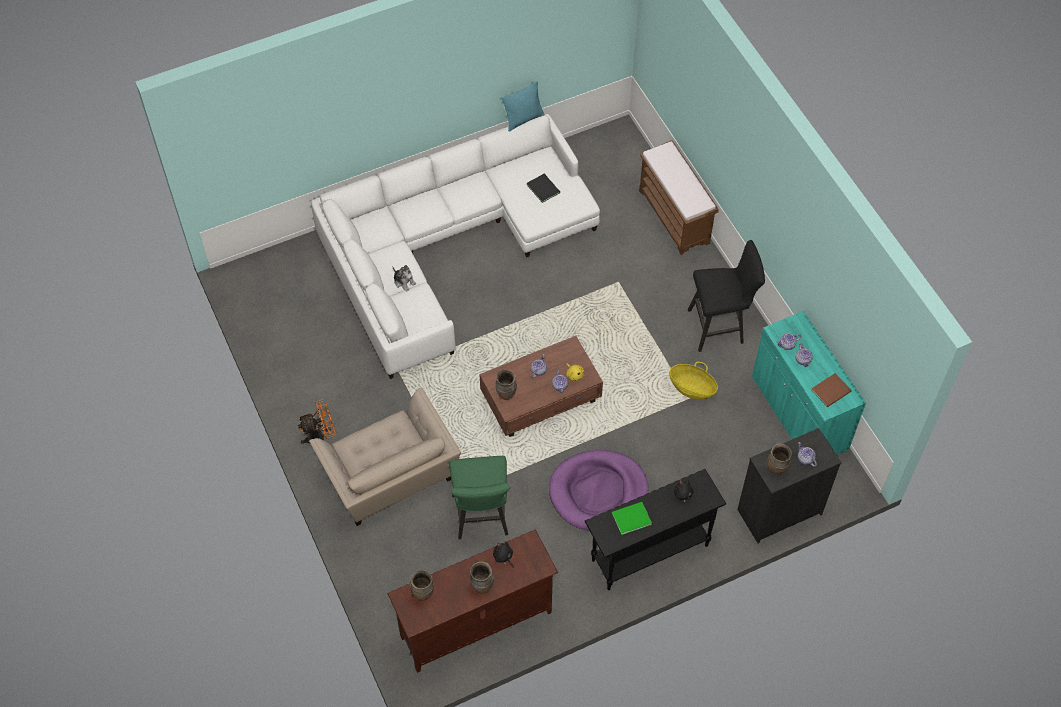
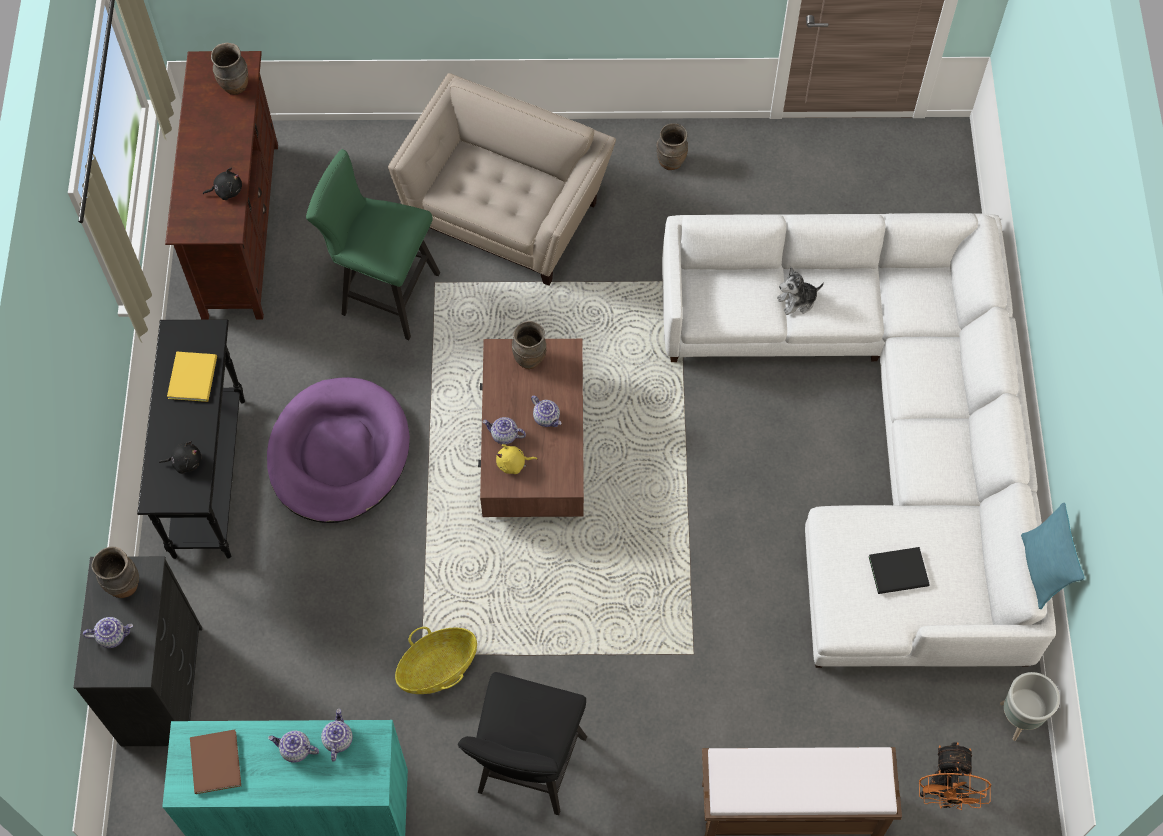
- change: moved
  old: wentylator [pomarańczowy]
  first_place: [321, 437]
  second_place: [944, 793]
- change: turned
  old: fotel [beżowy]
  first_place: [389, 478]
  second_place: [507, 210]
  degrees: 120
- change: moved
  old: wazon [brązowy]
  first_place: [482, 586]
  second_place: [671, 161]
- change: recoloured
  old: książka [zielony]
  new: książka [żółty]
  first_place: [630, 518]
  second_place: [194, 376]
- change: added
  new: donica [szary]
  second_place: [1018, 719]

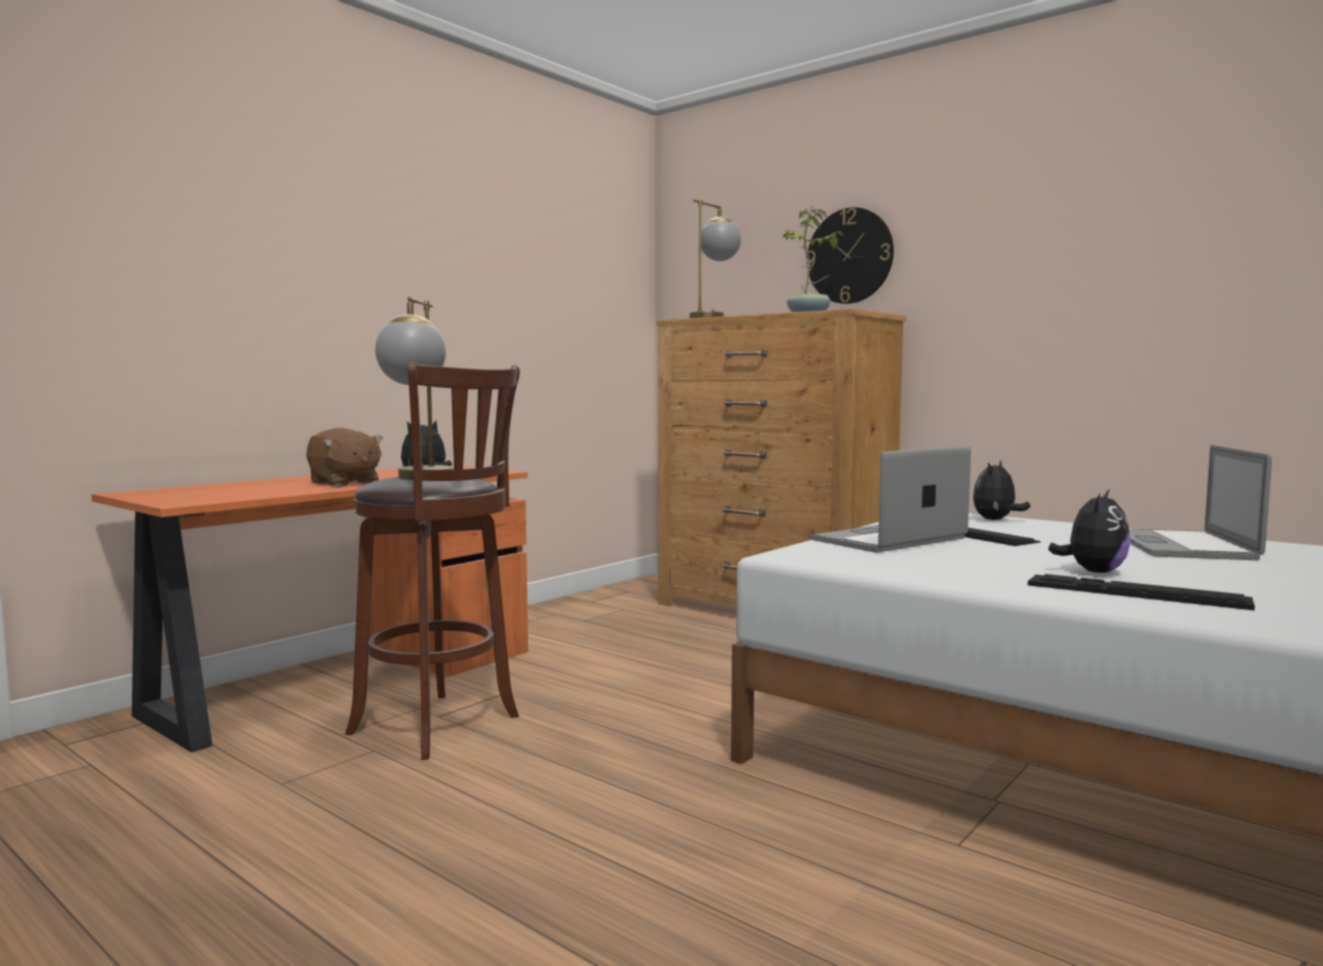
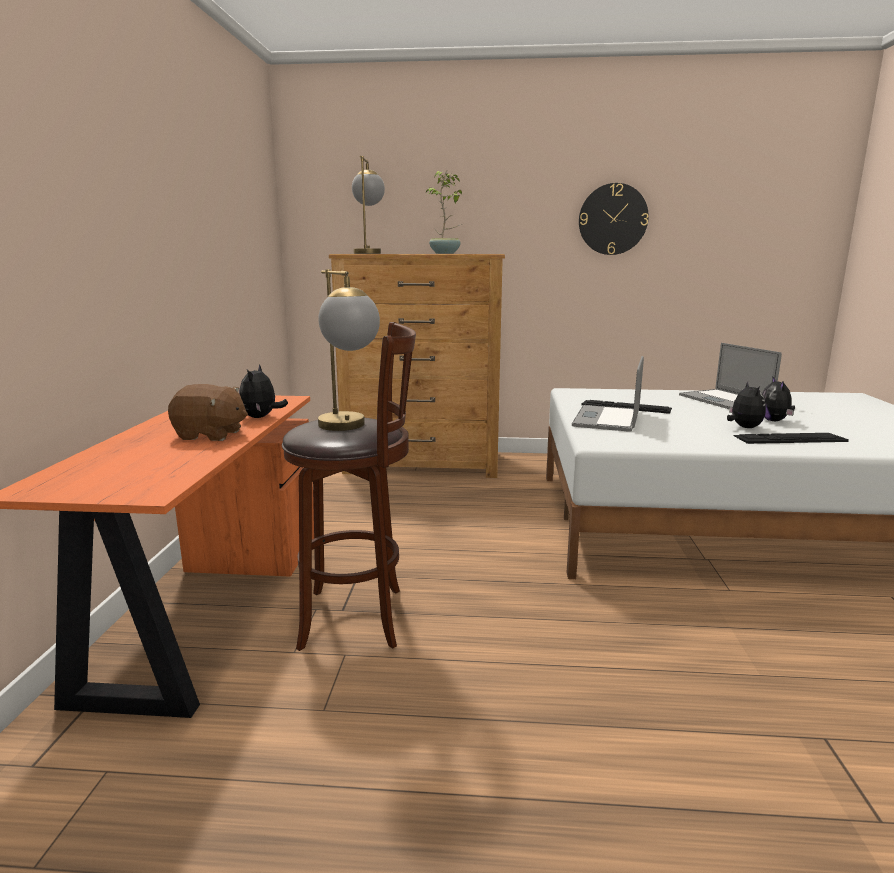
- change: moved
  old: zegar ścienny
  first_place: [850, 256]
  second_place: [613, 219]
- change: moved
  old: pluszak
  first_place: [996, 520]
  second_place: [774, 421]

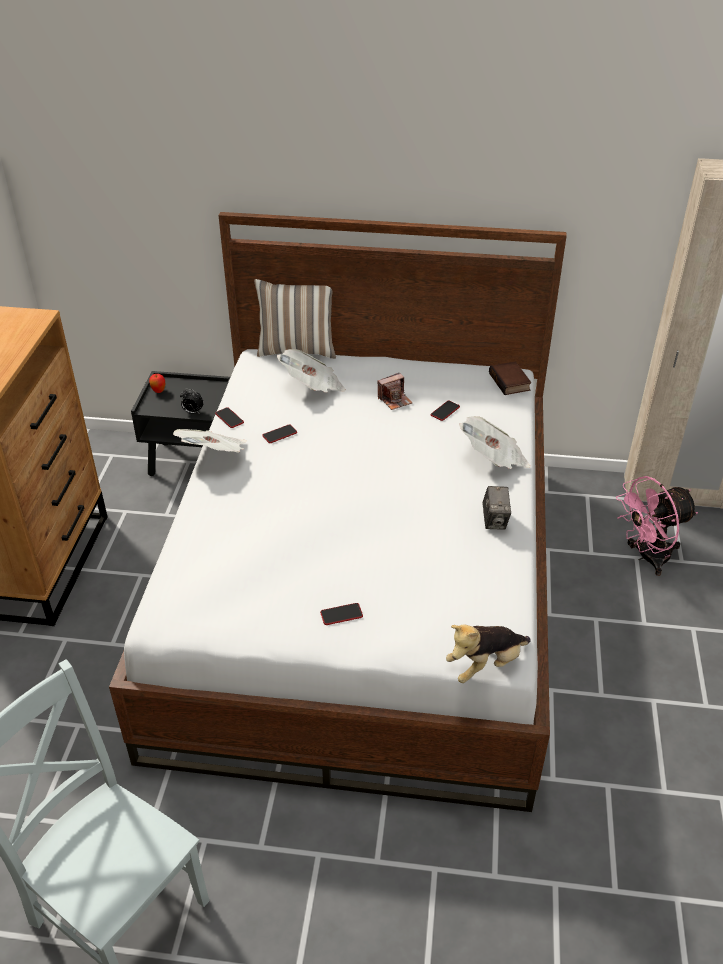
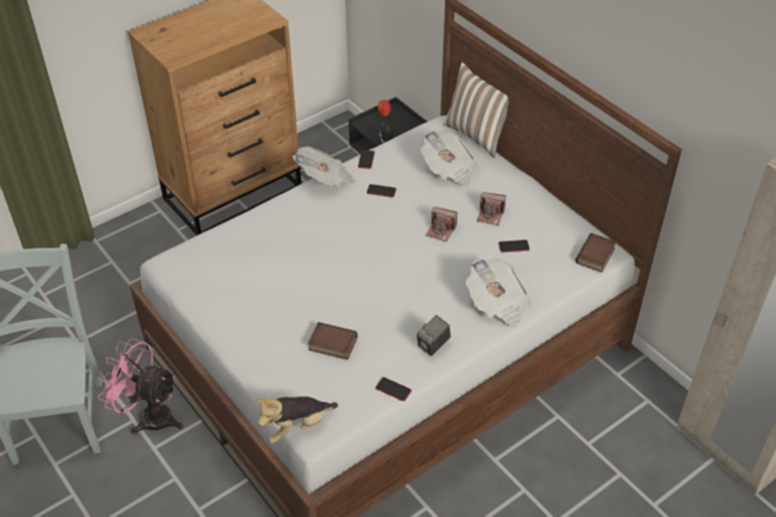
- change: moved
  old: telefon
  first_place: [341, 614]
  second_place: [393, 389]
- change: turned
  old: pluszak
  first_place: [485, 665]
  second_place: [296, 427]
  degrees: -45
- change: moved
  old: wentylator [różowy]
  first_place: [646, 557]
  second_place: [149, 416]
- change: added
  new: książka
  second_place: [331, 344]
- change: added
  new: aparat fotograficzny
  second_place: [441, 231]

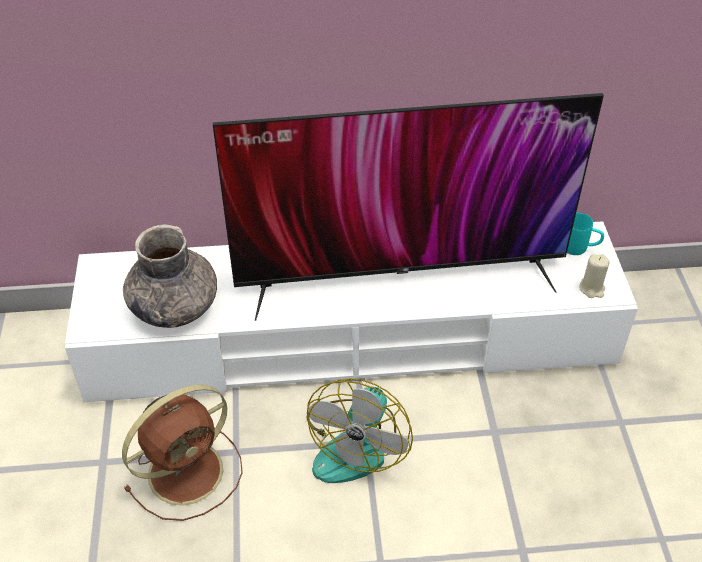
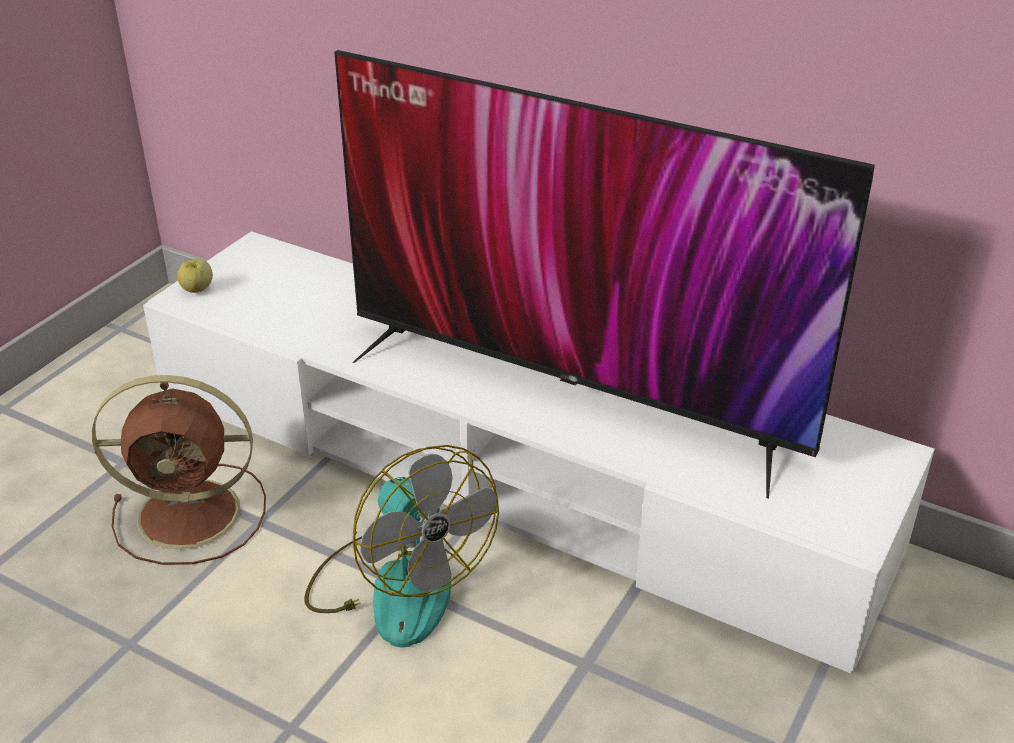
- change: removed
  old: wazon [szary]
  first_place: [174, 306]
- change: turned
  old: wentylator
  first_place: [356, 444]
  second_place: [397, 584]
  degrees: -90
- change: removed
  old: kubek [turkusowy]
  first_place: [580, 248]
- change: removed
  old: świeca [beżowy]
  first_place: [592, 288]
- change: added
  new: jabłko
  second_place: [197, 289]

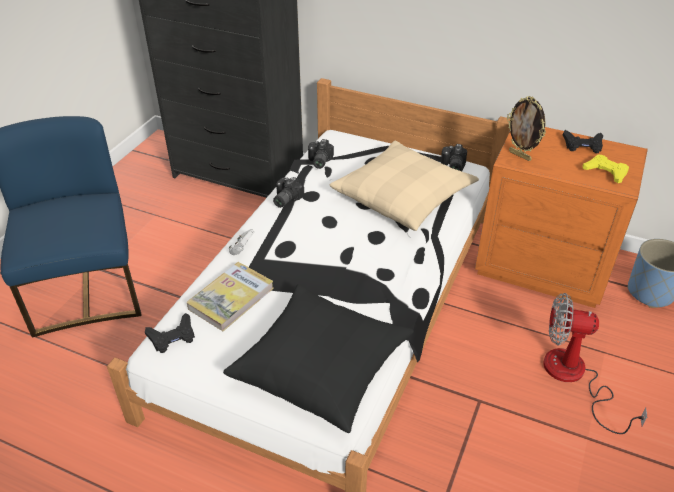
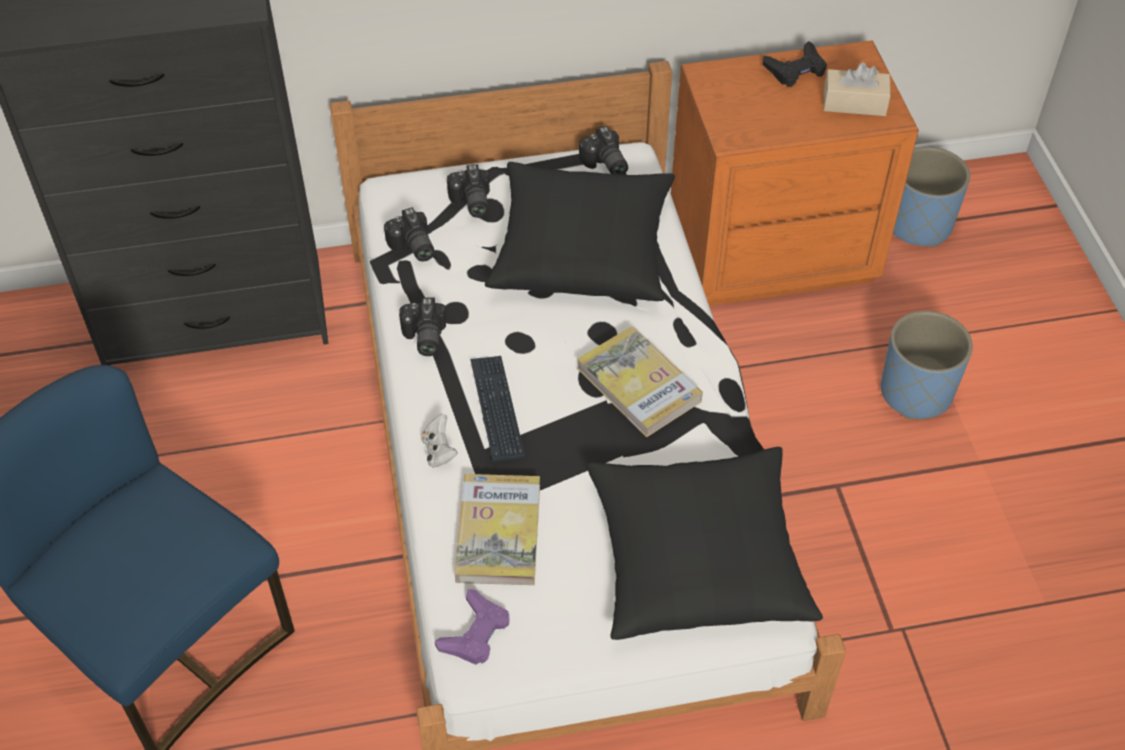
- change: recoloured
  old: pad do gier [czarny]
  new: pad do gier [fioletowy]
  first_place: [172, 337]
  second_place: [475, 633]
- change: recoloured
  old: poduszka [beżowy]
  new: poduszka [czarny]
  first_place: [403, 195]
  second_place: [582, 247]
- change: removed
  old: ramka na zdjęcie
  first_place: [520, 155]
- change: replaced
  old: wentylator
  new: donica [niebieski]
  first_place: [574, 378]
  second_place: [916, 393]
- change: replaced
  old: pad do gier [żółty]
  new: pudełko chusteczek [beżowy]
  first_place: [605, 172]
  second_place: [854, 103]
- change: added
  new: aparat fotograficzny
  second_place: [470, 203]
- change: added
  new: klawiatura
  second_place: [496, 408]
- change: added
  new: książka
  second_place: [638, 385]

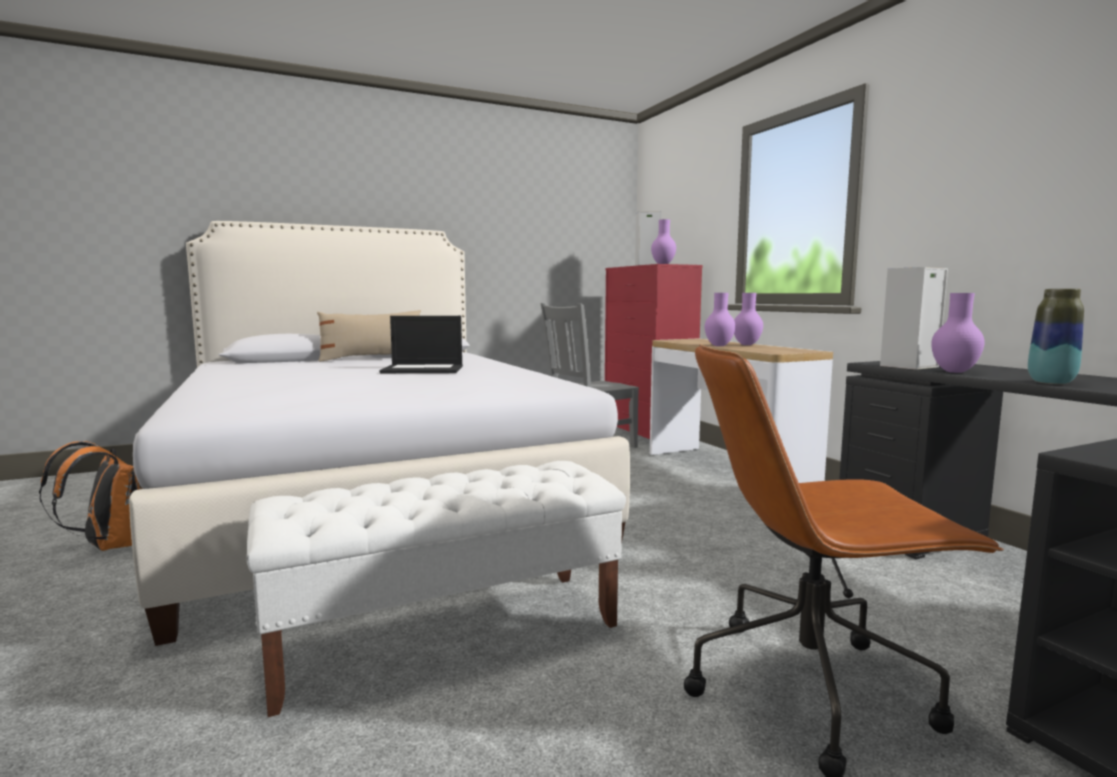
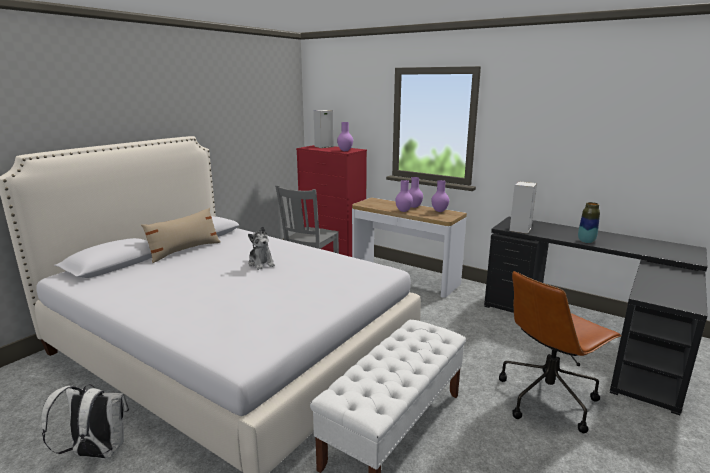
- change: recoloured
  old: plecak [pomarańczowy]
  new: plecak [biały]
  first_place: [108, 546]
  second_place: [96, 453]
- change: replaced
  old: laptop
  new: pluszak
  first_place: [424, 369]
  second_place: [261, 263]
- change: moved
  old: wazon [fioletowy]
  first_place: [955, 372]
  second_place: [439, 211]

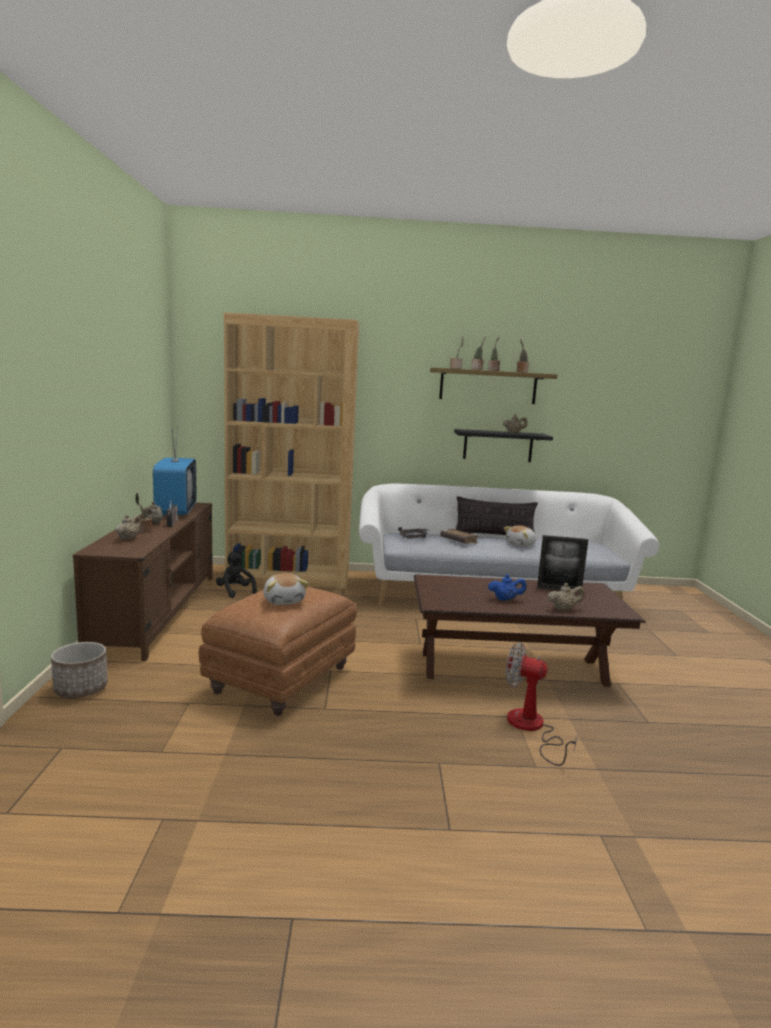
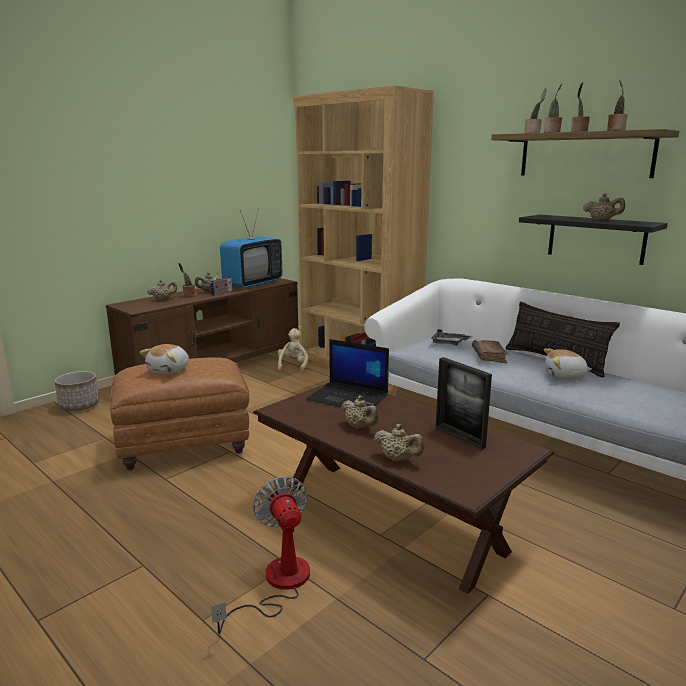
- change: recoloured
  old: pluszak [czarny]
  new: pluszak [beżowy]
  first_place: [235, 591]
  second_place: [293, 366]
- change: recoloured
  old: imbryk [niebieski]
  new: imbryk [beżowy]
  first_place: [505, 599]
  second_place: [360, 427]
- change: added
  new: laptop
  second_place: [349, 397]

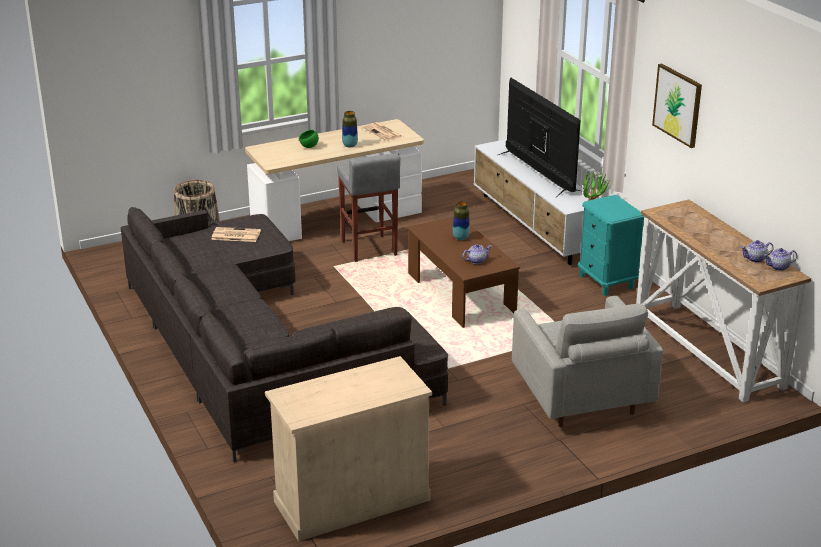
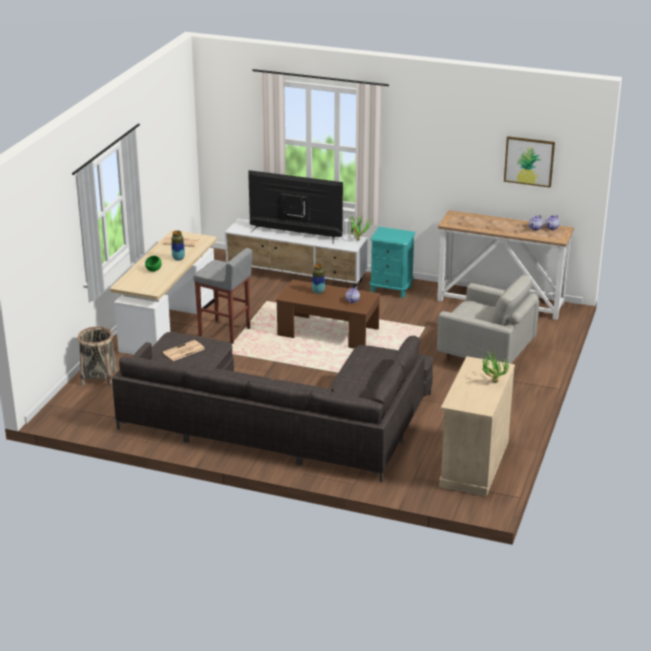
- change: moved
  old: obraz
  first_place: [678, 105]
  second_place: [529, 161]
- change: added
  new: roślina doniczkowa
  second_place: [491, 381]

